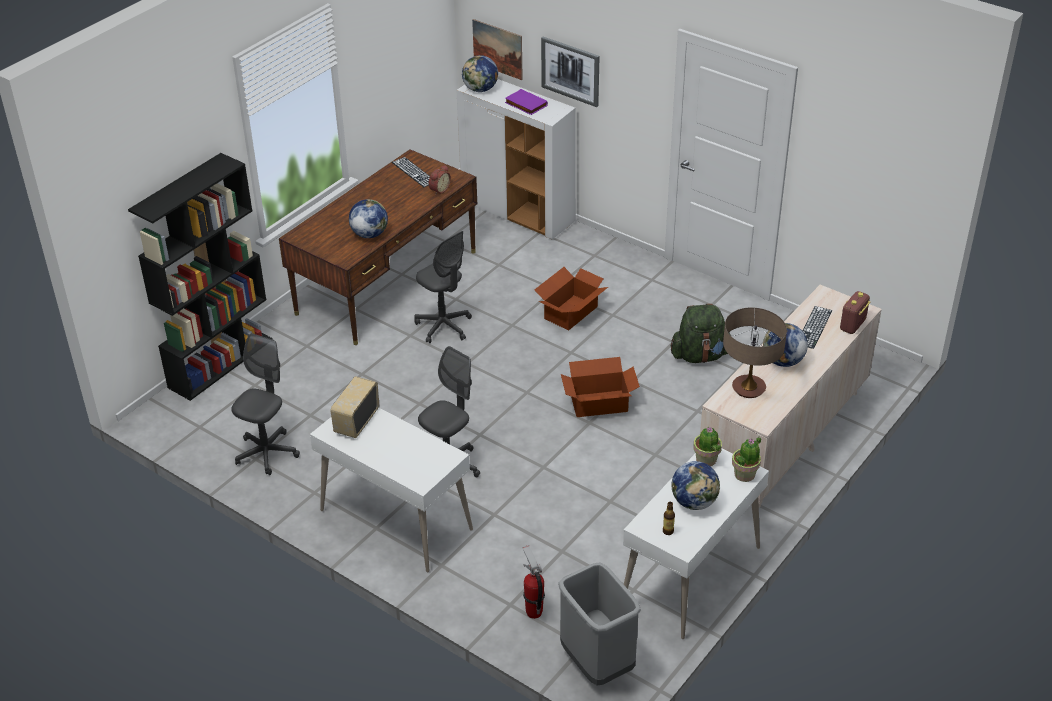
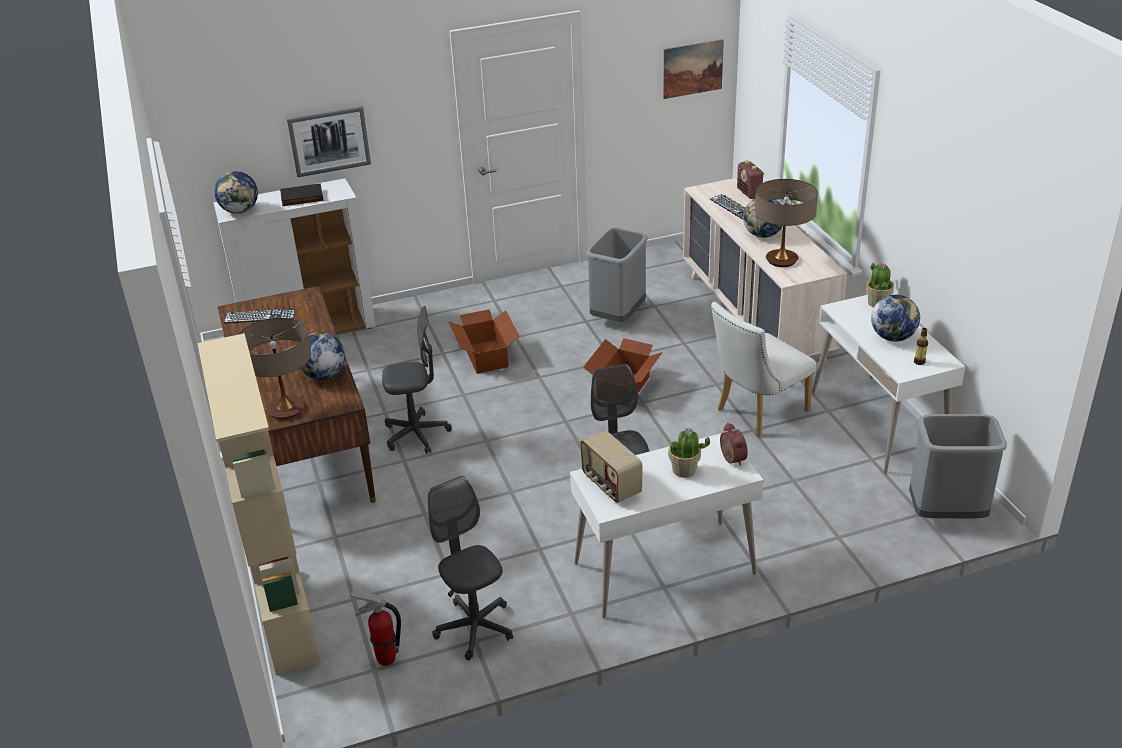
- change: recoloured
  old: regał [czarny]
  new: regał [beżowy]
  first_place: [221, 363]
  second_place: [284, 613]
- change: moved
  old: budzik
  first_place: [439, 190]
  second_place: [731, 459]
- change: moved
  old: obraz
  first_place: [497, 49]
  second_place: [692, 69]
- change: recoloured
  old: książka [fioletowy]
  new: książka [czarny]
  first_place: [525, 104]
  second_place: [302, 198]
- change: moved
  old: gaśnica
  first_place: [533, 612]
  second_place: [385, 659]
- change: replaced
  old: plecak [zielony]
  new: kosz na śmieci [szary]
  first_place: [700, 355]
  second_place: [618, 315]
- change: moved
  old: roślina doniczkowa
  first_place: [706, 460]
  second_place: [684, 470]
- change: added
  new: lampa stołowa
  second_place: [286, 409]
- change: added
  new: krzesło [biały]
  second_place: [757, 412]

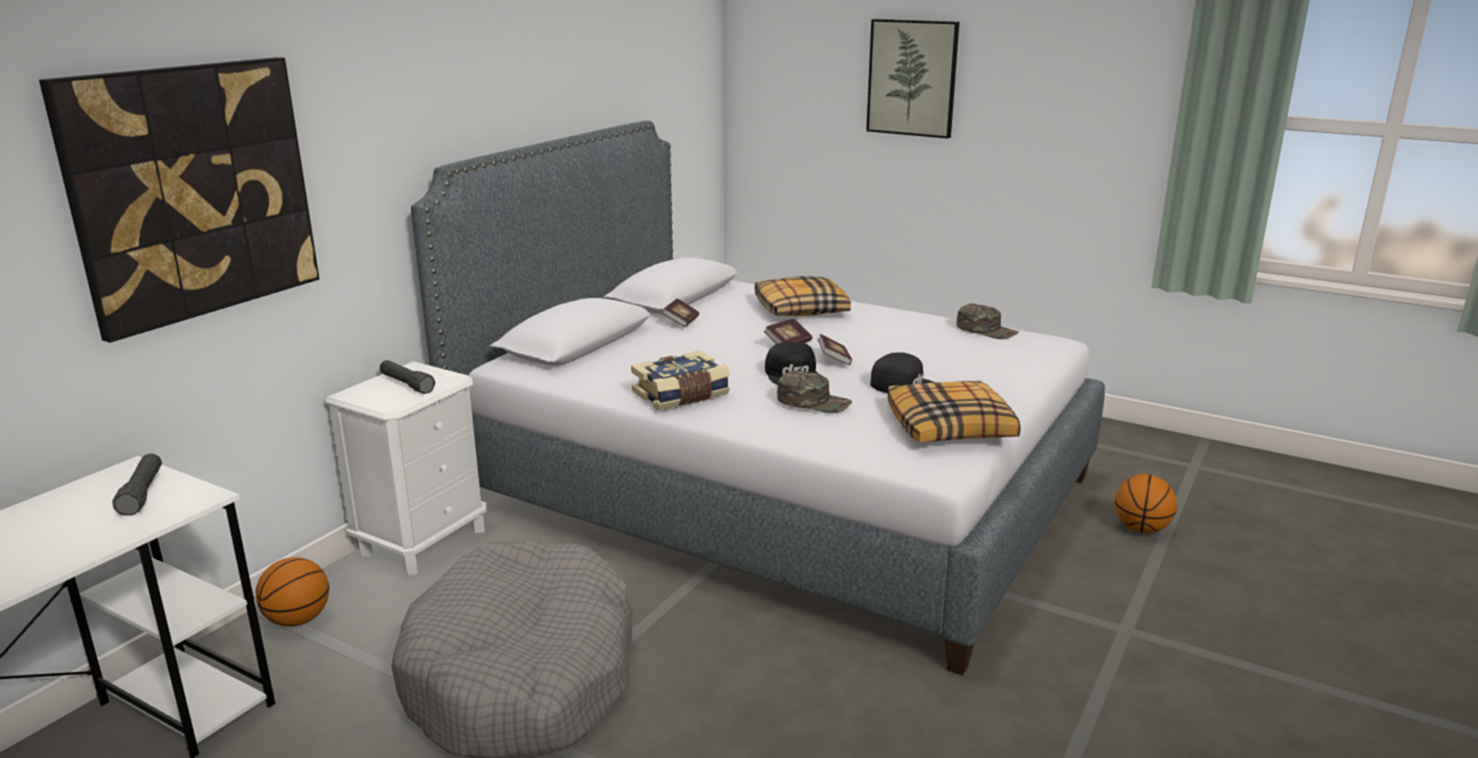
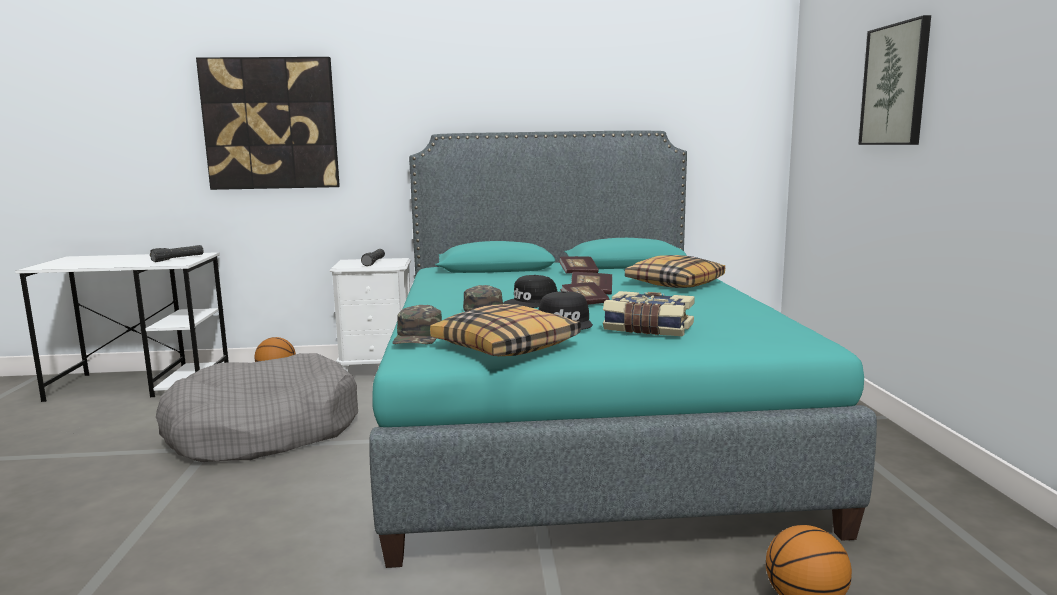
- change: recoloured
  old: łóżko [szary]
  new: łóżko [turkusowy]
  first_place: [774, 491]
  second_place: [576, 424]
- change: moved
  old: książka
  first_place: [681, 395]
  second_place: [648, 329]
- change: moved
  old: czapka z daszkiem [zielony]
  first_place: [986, 330]
  second_place: [418, 336]

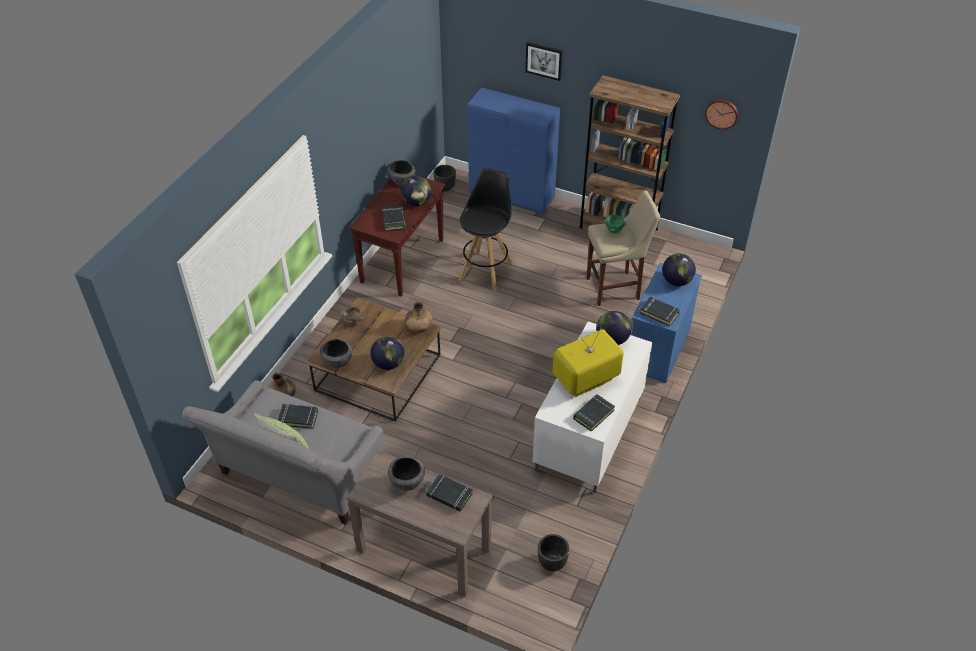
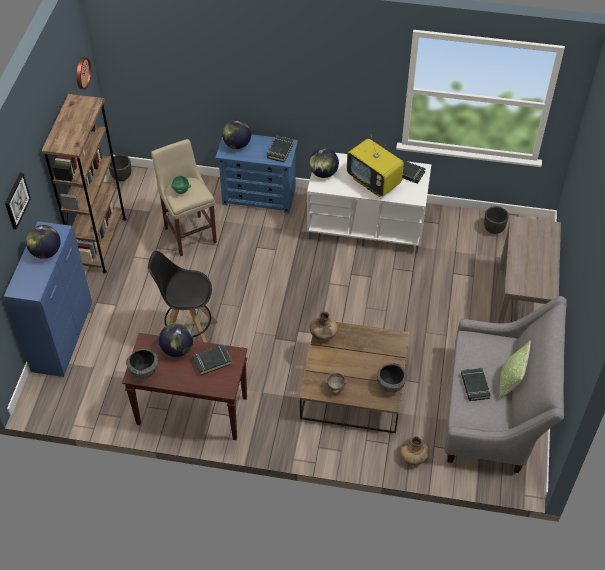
- change: moved
  old: globus
  first_place: [388, 364]
  second_place: [46, 252]
- change: removed
  old: miska
  first_place: [407, 483]
- change: removed
  old: książka [czarny]
  first_place: [449, 495]
- change: moved
  old: donica [czarny]
  first_place: [445, 187]
  second_place: [122, 177]

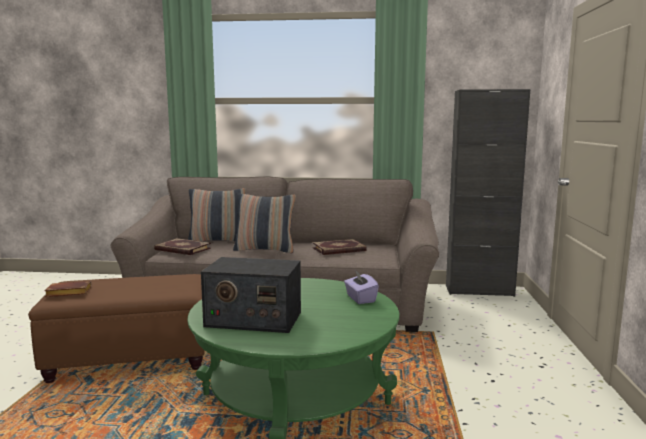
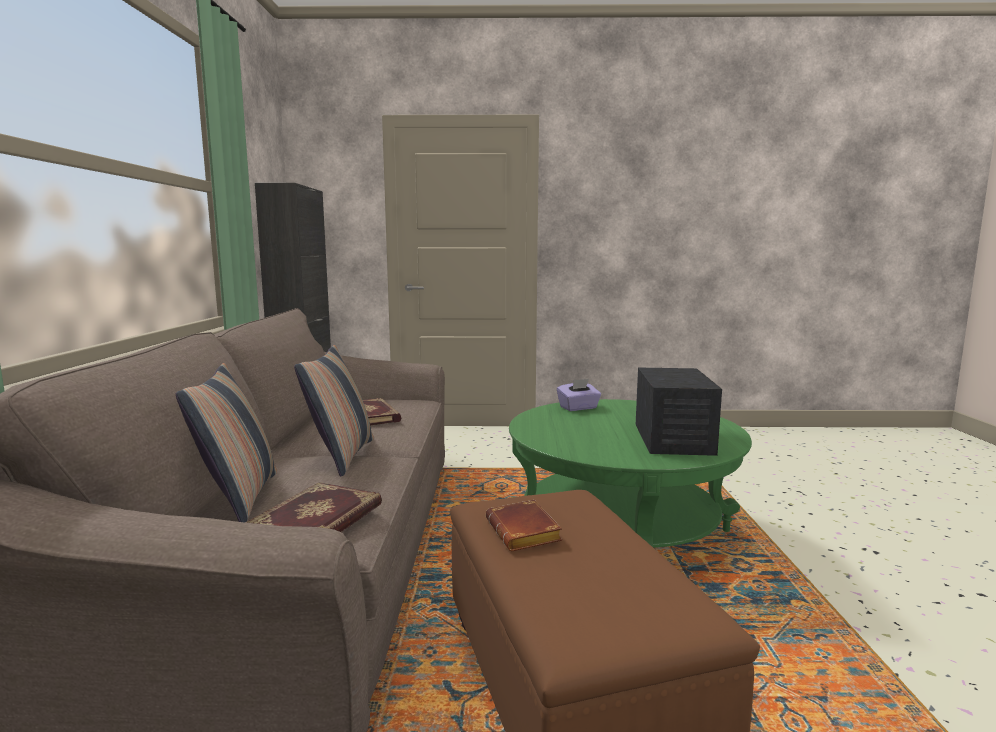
- change: moved
  old: książka [brązowy]
  first_place: [67, 293]
  second_place: [525, 533]

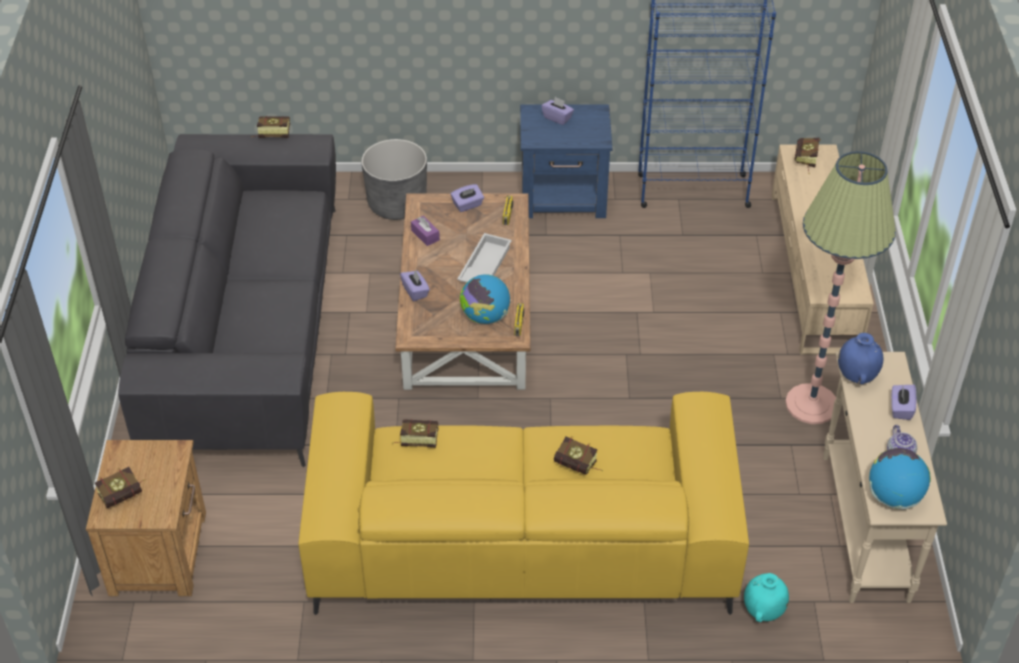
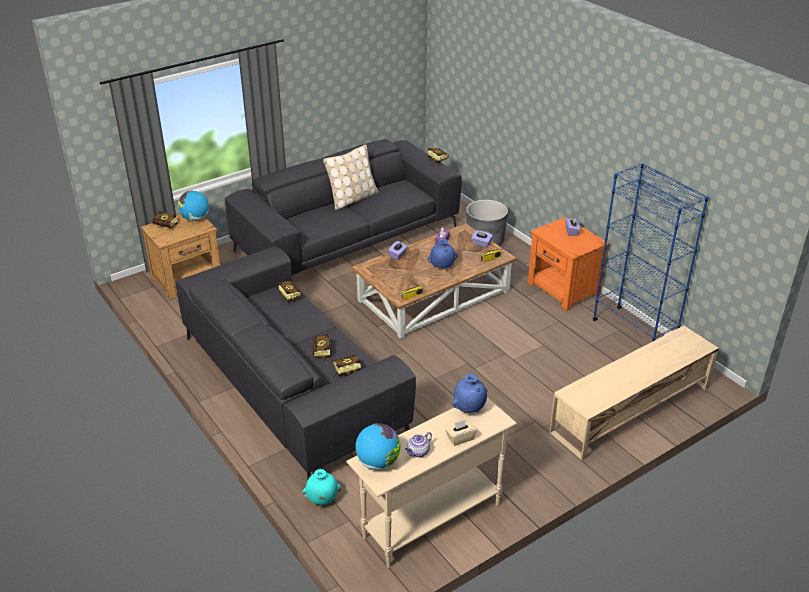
- change: recoloured
  old: kanapa [żółty]
  new: kanapa [szary]
  first_place: [522, 541]
  second_place: [291, 384]
- change: replaced
  old: taca [biały]
  new: wazon [niebieski]
  first_place: [484, 265]
  second_place: [442, 267]
- change: moved
  old: globus
  first_place: [485, 317]
  second_place: [195, 219]
- change: recoloured
  old: szafka nocna [niebieski]
  new: szafka nocna [pomarańczowy]
  first_place: [564, 197]
  second_place: [563, 290]
- change: removed
  old: lampa stojąca
  first_place: [811, 404]
- change: moved
  old: książka
  first_place: [805, 161]
  second_place: [344, 371]
- change: recoloured
  old: pudełko chusteczek [fioletowy]
  new: pudełko chusteczek [beżowy]
  first_place: [900, 409]
  second_place: [460, 438]
- change: added
  new: poduszka [beżowy]
  second_place: [352, 199]

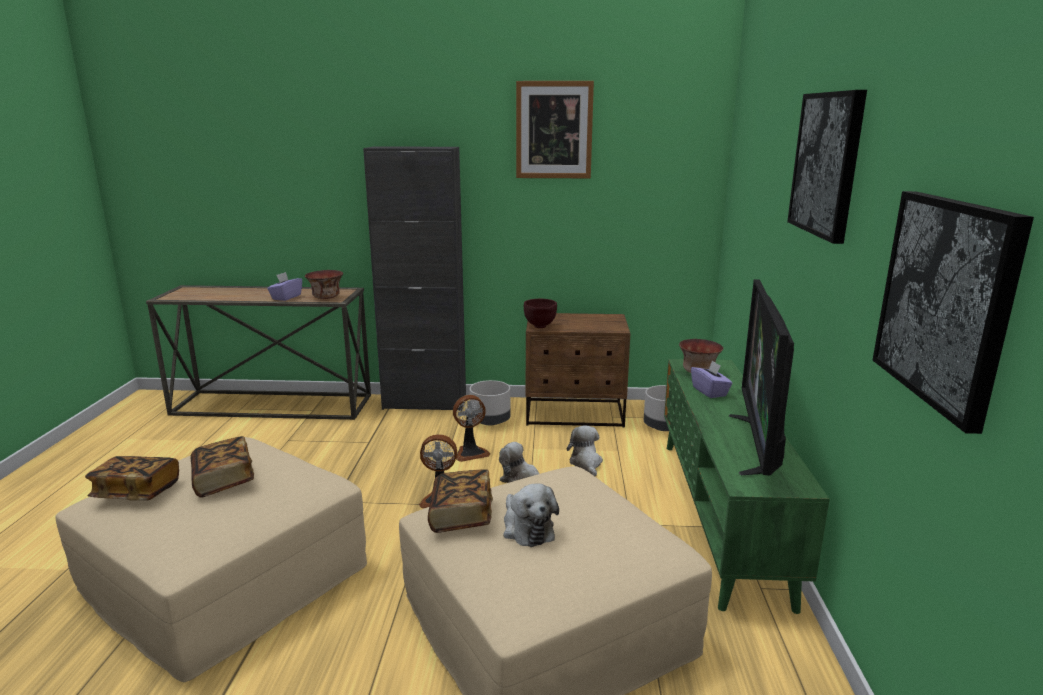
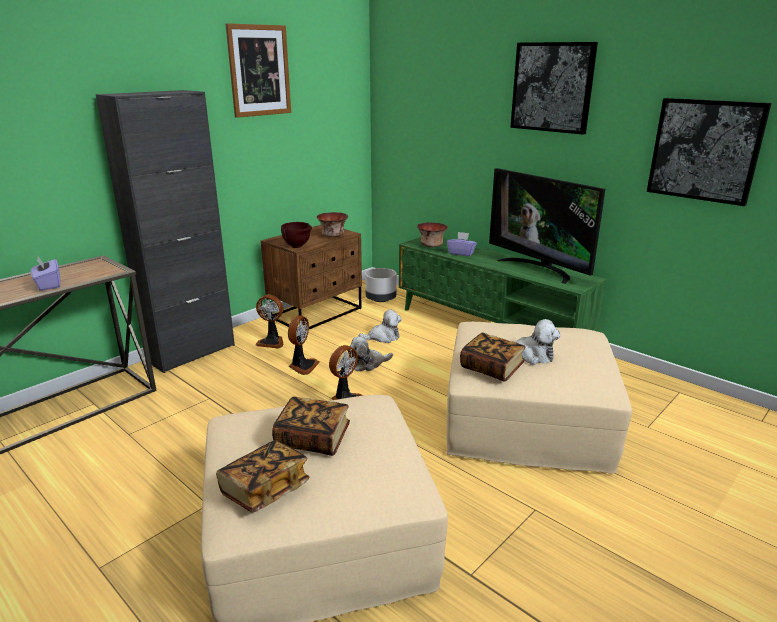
- change: moved
  old: miska
  first_place: [326, 297]
  second_place: [333, 236]
- change: replaced
  old: donica [szary]
  new: wentylator
  first_place: [490, 421]
  second_place: [272, 342]
- change: turned
  old: pluszak
  first_place: [586, 463]
  second_place: [383, 337]
  degrees: 135

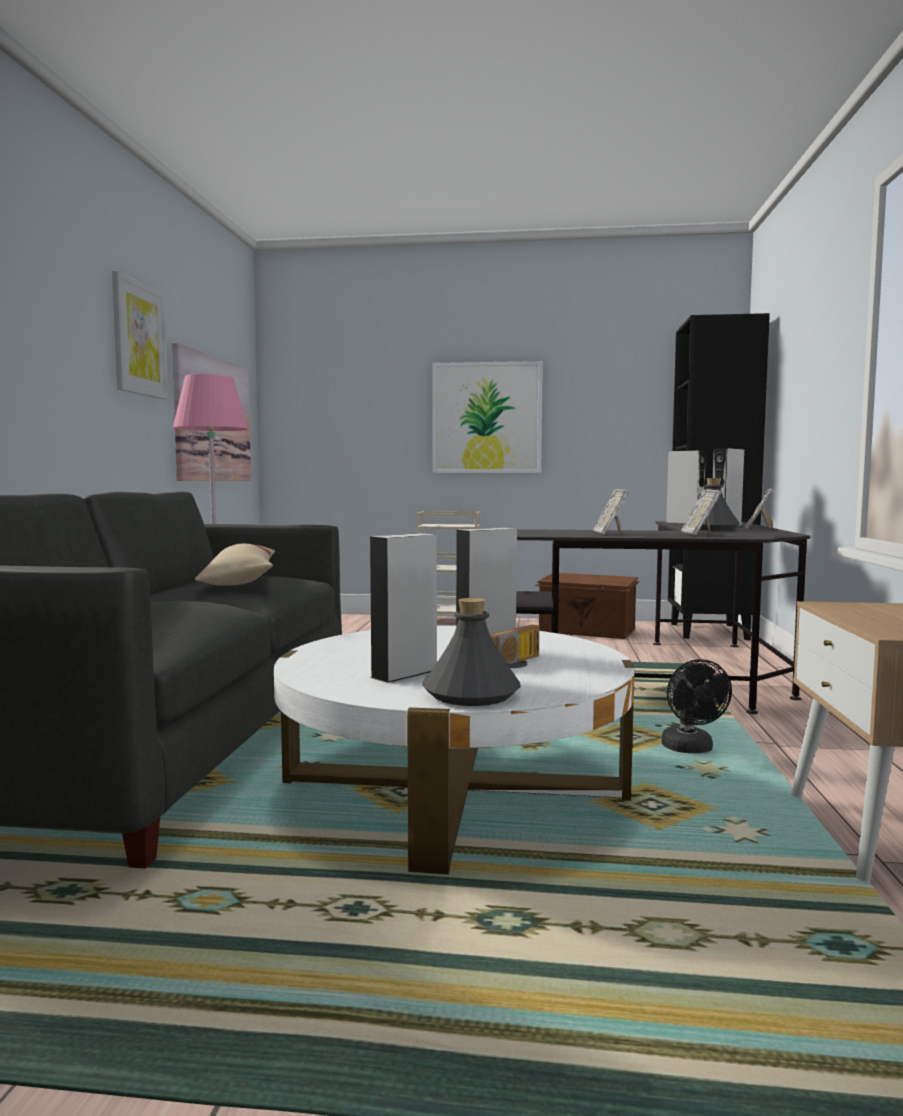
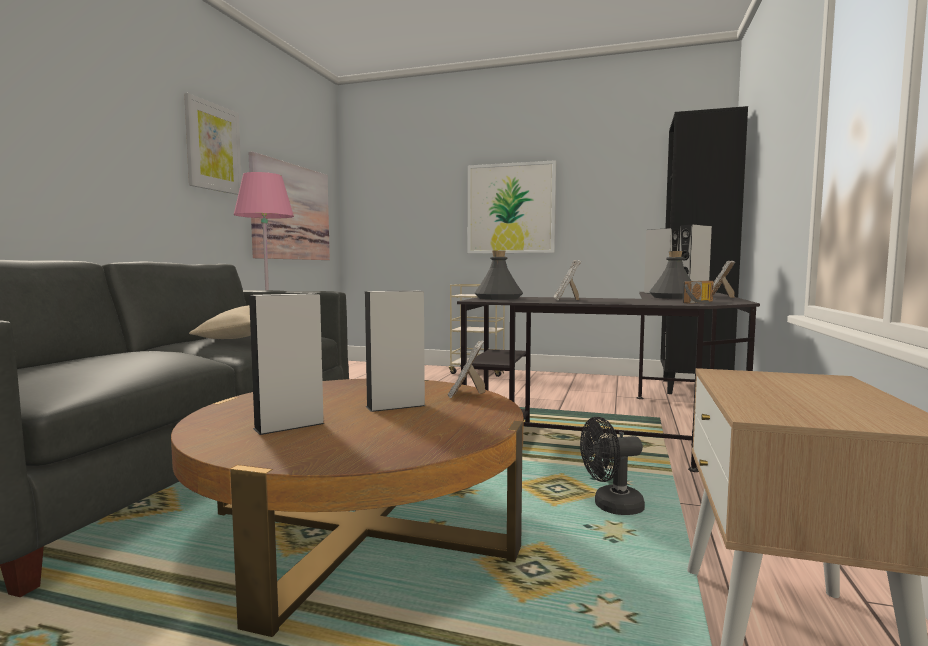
- change: recoloured
  old: ława [biały]
  new: ława [brązowy]
  first_place: [453, 787]
  second_place: [360, 531]
- change: moved
  old: butelka [szary]
  first_place: [472, 694]
  second_place: [498, 298]
- change: moved
  old: radio
  first_place: [518, 663]
  second_place: [701, 302]
- change: removed
  old: pojemnik do przechowywania [brązowy]
  first_place: [587, 631]
- change: turned
  old: wentylator [czarny]
  first_place: [691, 750]
  second_place: [611, 507]
  degrees: 75
- change: moved
  old: ramka na zdjęcie
  first_place: [699, 534]
  second_place: [466, 394]

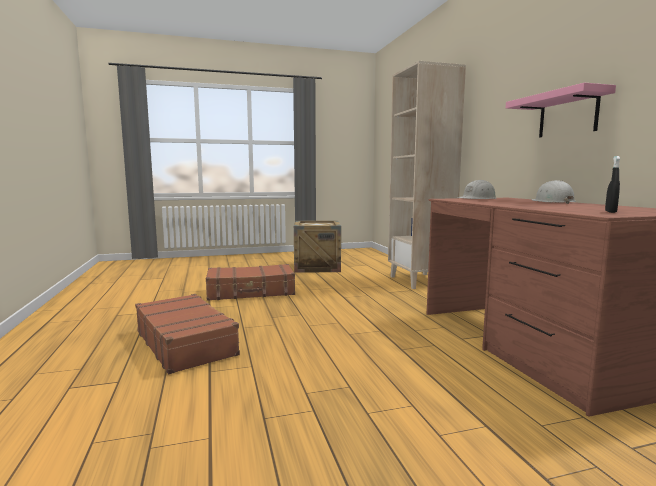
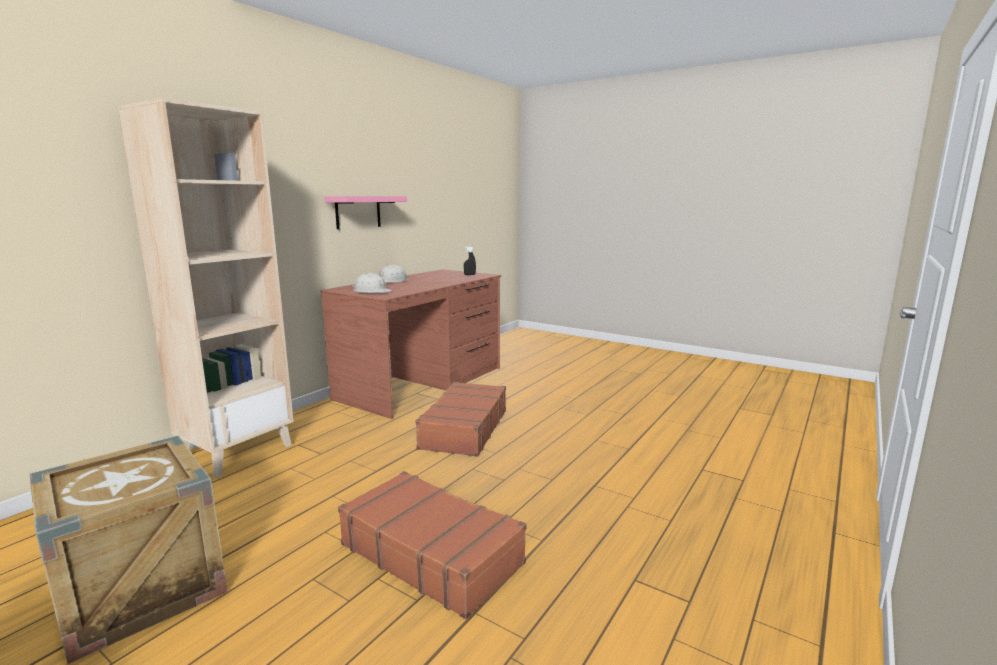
- change: moved
  old: walizka [brązowy]
  first_place: [186, 343]
  second_place: [463, 429]

